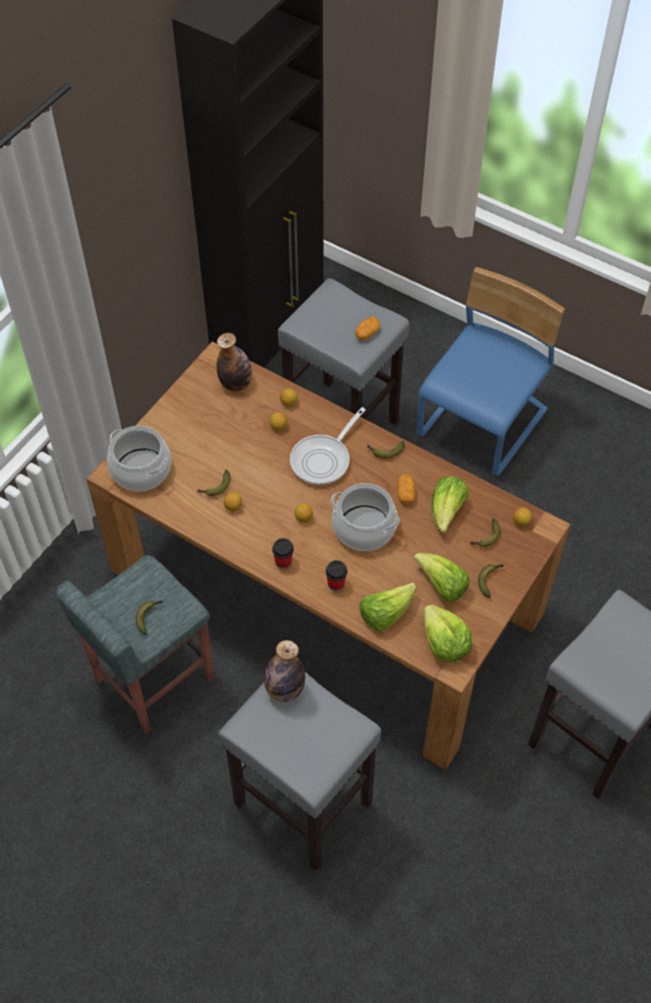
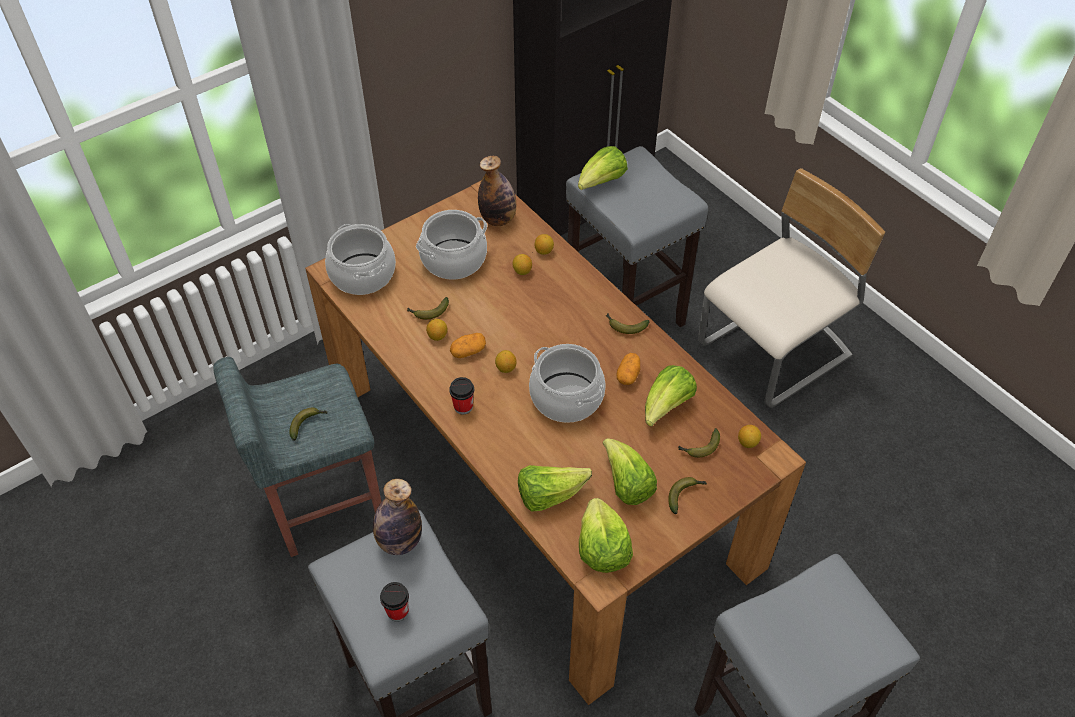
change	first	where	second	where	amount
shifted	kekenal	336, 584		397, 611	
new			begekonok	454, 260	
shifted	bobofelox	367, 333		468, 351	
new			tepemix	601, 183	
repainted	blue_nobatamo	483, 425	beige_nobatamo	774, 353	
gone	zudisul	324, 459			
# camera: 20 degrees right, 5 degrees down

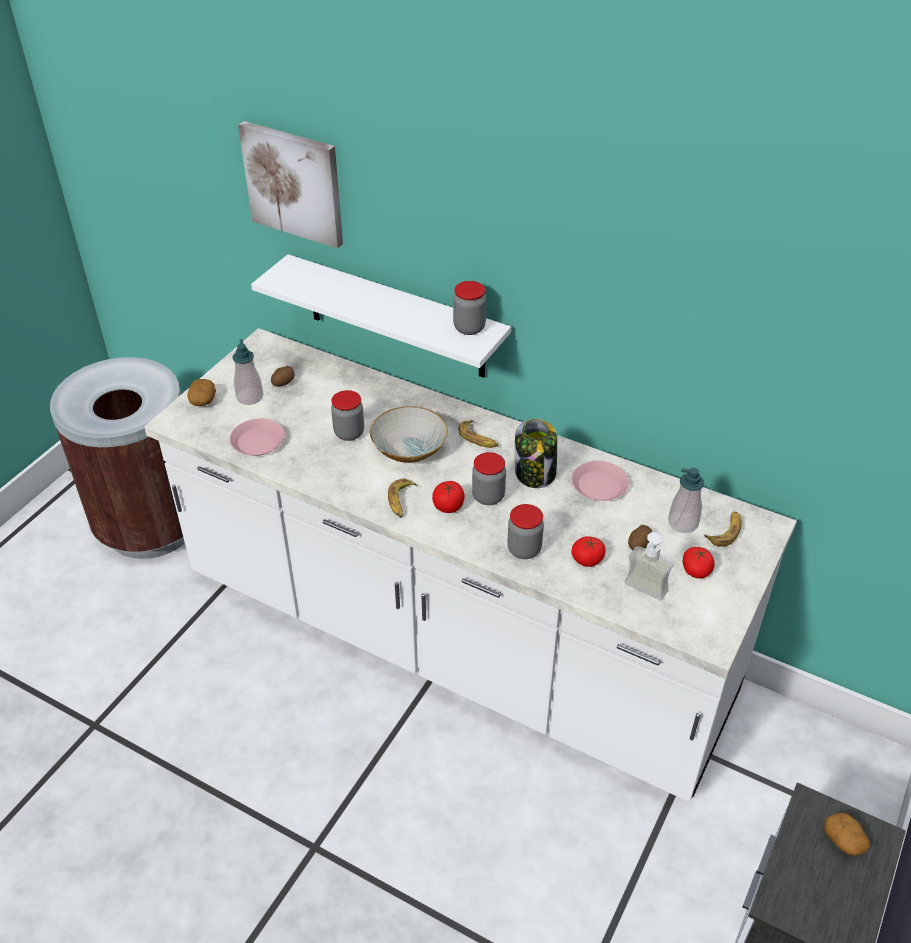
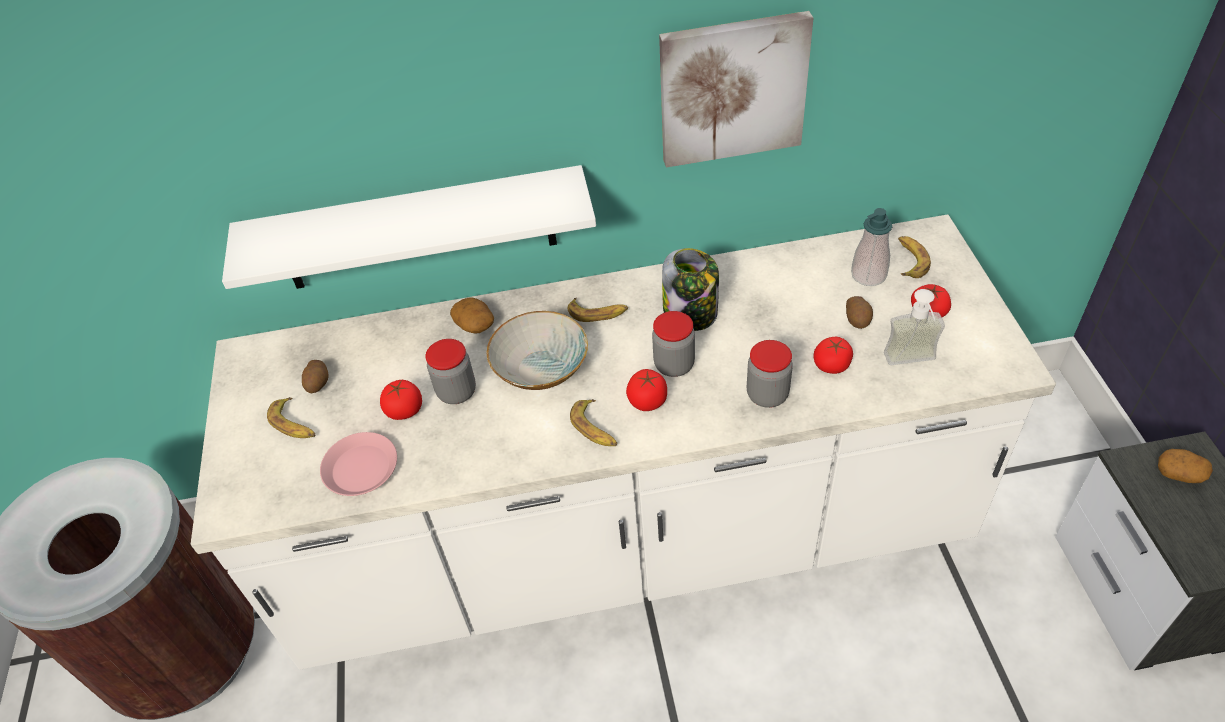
change	first	where	second	where	amount
swapped	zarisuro	250, 397	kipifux	294, 424	
new			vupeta	404, 410	
shifted	bobofelox	203, 400		475, 325	
shifted	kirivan	294, 183		732, 89	
gone	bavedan	469, 328			
gone	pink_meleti	599, 486			
# camera: 35 degrees left, 5 degrees up

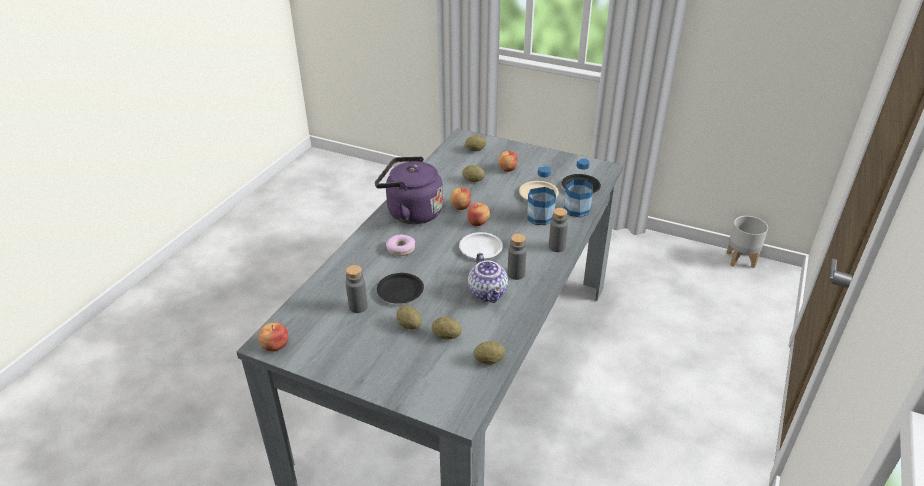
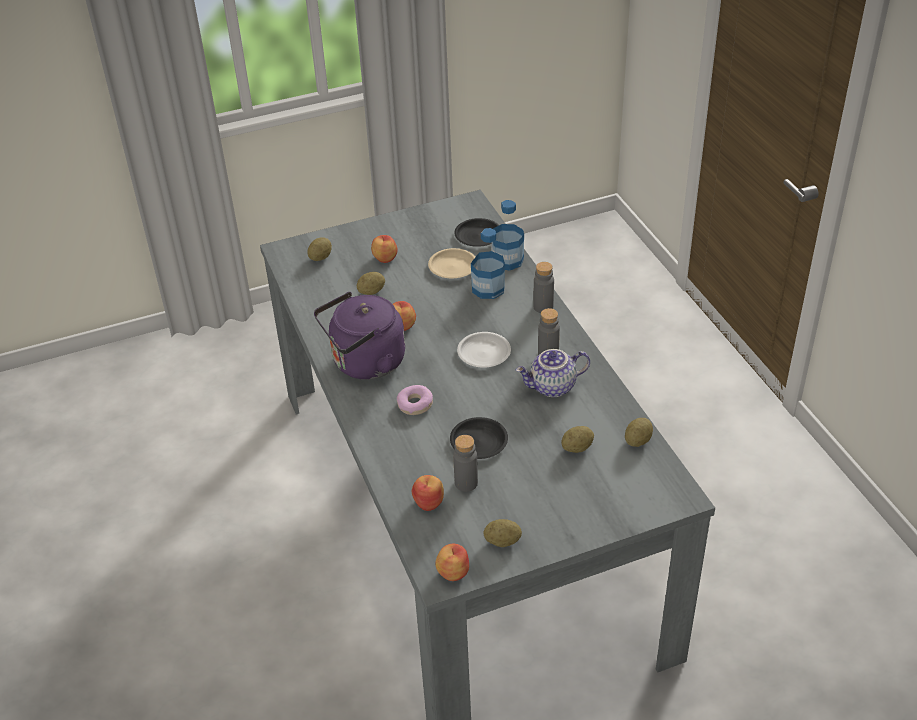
change	first	where	second	where	amount
shifted	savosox	478, 222		429, 502	
shifted	bobofelox	409, 325		502, 541	
rotated	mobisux	488, 293		552, 387	135 degrees clockwise
gone	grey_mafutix	741, 259			
# camera: 45 degrees left, 5 degrees up

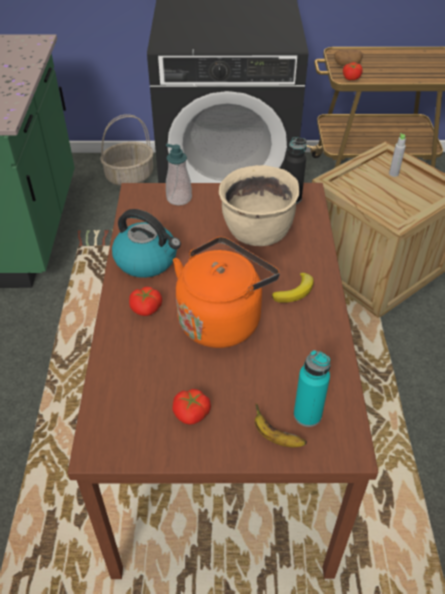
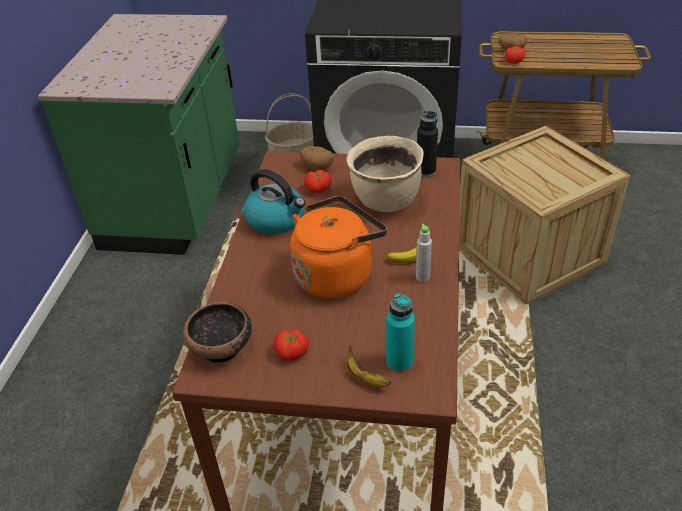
change	first	where	second	where	amount
new			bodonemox	222, 348	
swapped	zarisuro	179, 198	bobofelox	317, 167	
shifted	vupeta	146, 309		318, 189	
shifted	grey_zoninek	393, 174		422, 277	
# camera: 10 degrees right, 5 degrees down

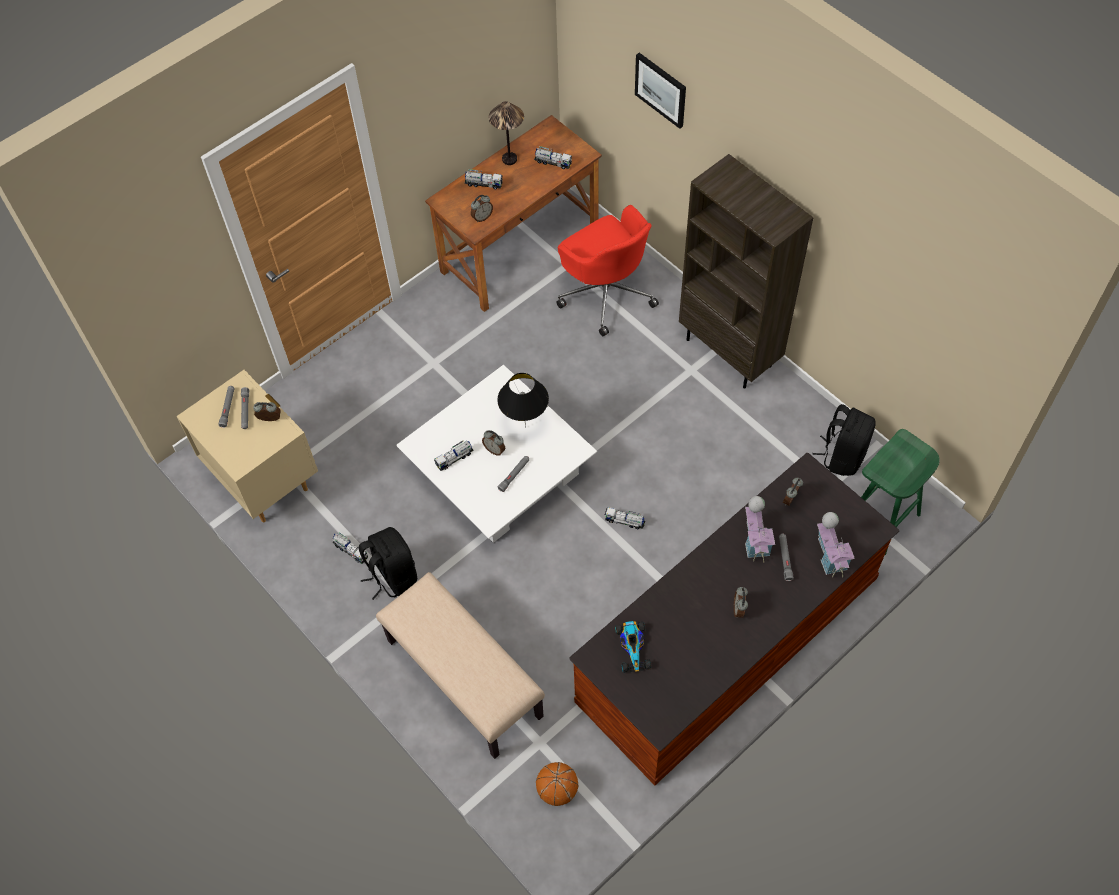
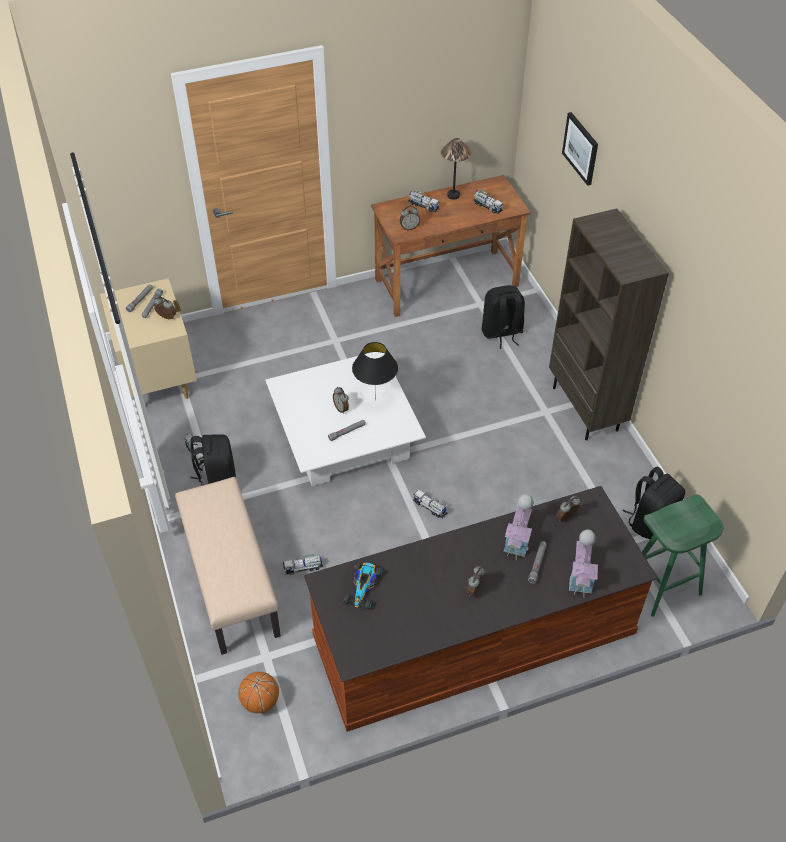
change	first	where	second	where	amount
shifted	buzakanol	454, 459		303, 568	
swapped	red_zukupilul	606, 292	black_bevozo	501, 333	
# camera: 20 degrees right, 10 degrees down

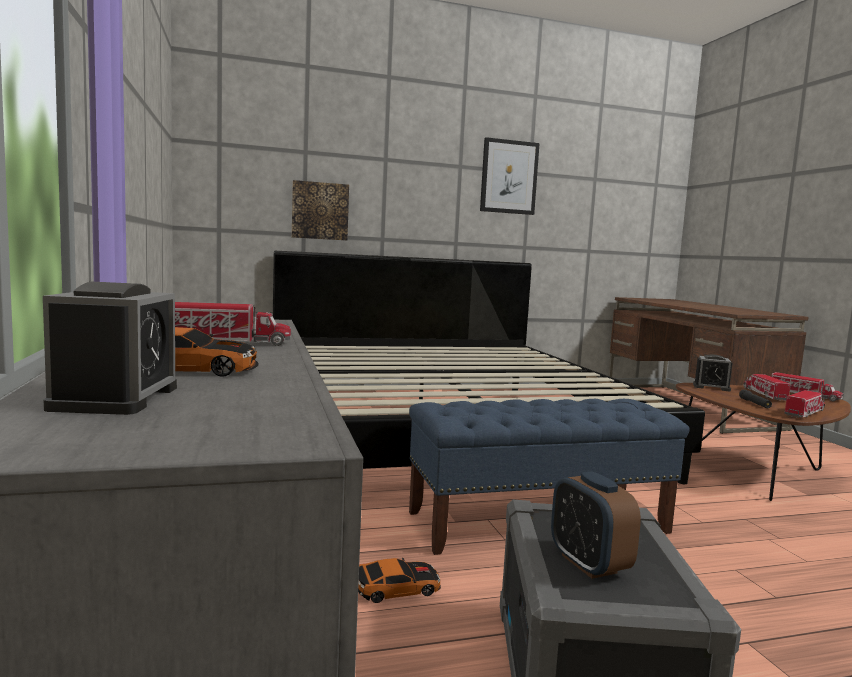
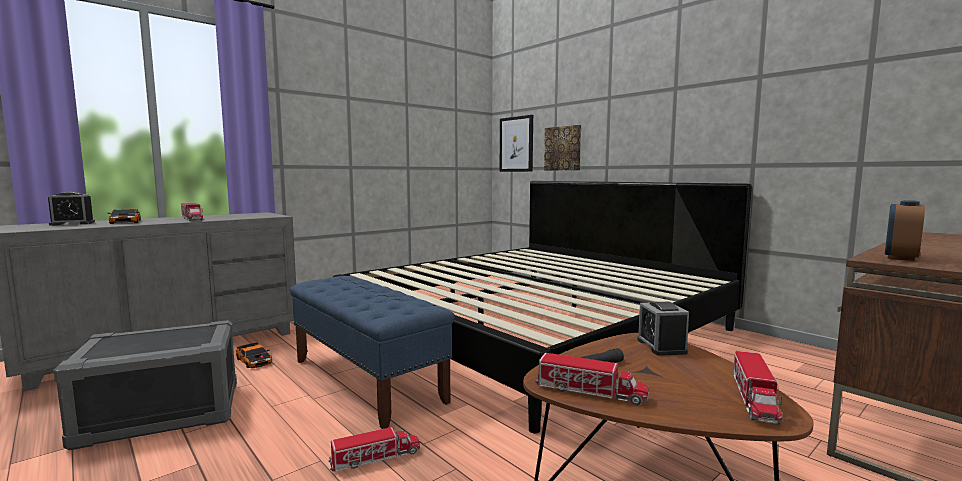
change	first	where	second	where	amount
shifted	buzakanol	764, 394		375, 458	
shifted	kirivan	509, 177		516, 144	
shifted	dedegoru	588, 564		900, 257	
# camera: 65 degrees right, 0 degrees up

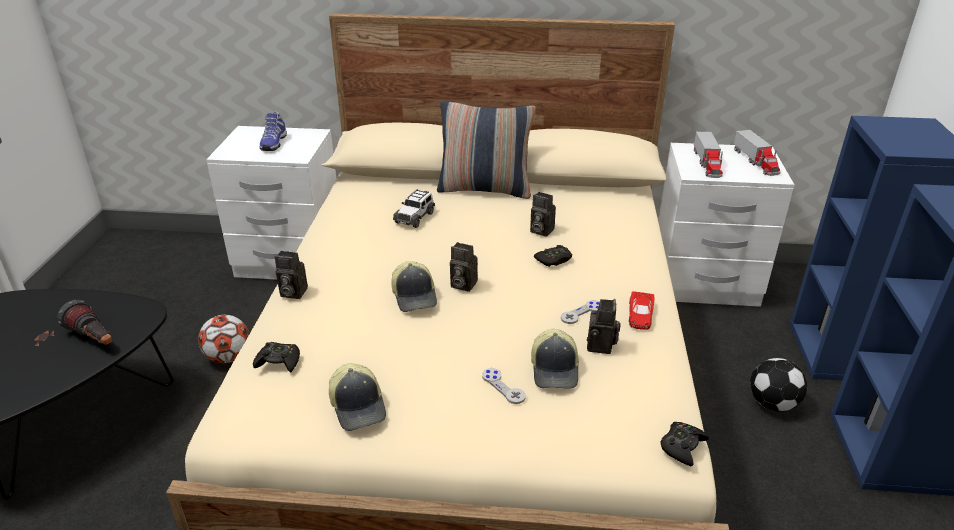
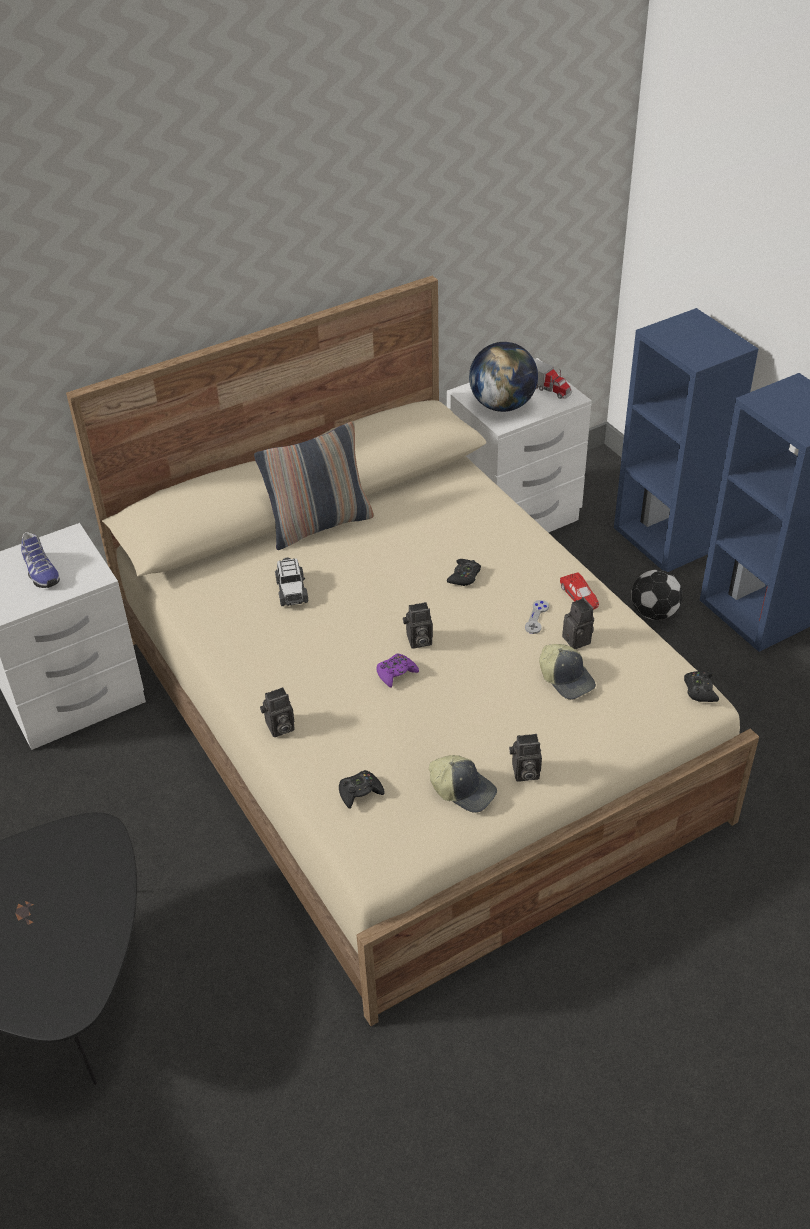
change	first	where	second	where	amount
swapped	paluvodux	415, 296	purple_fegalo	396, 673	
swapped	buzakanol	707, 163	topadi	502, 405	
shifted	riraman	540, 230		524, 773	
gone	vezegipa	94, 339			
gone	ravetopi	228, 357			
gone	grey_fegalo	503, 387			
# camera: 35 degrees left, 10 degrees up

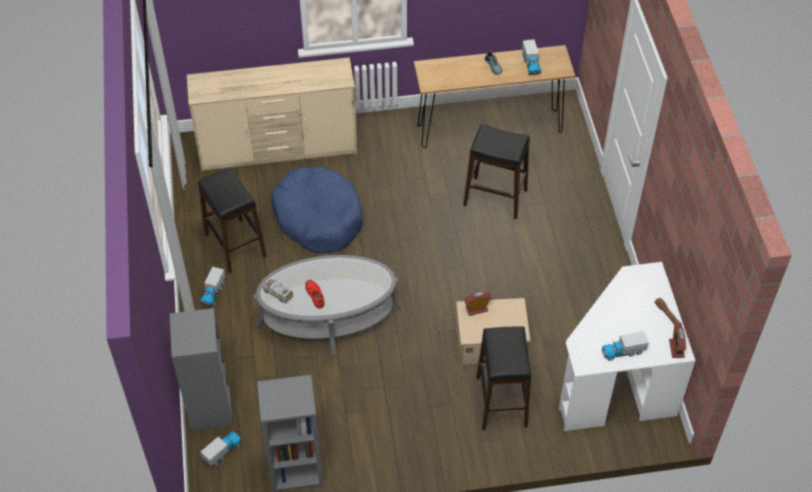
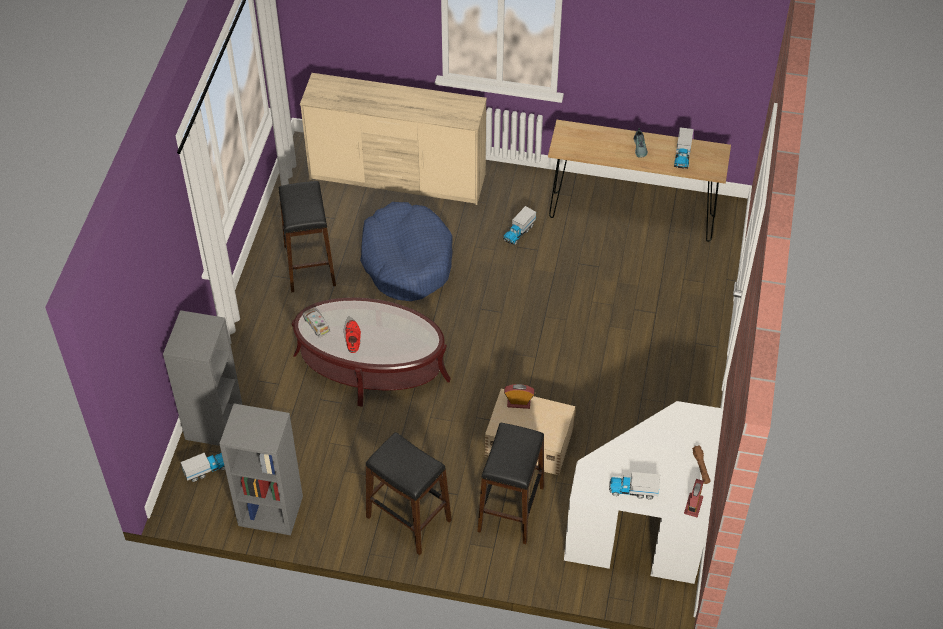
change	first	where	second	where	amount
repainted	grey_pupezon	328, 317	brown_pupezon	371, 367	
shifted	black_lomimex	495, 197		409, 519	
shifted	buzakanol	213, 292		518, 232	
# camera: 20 degrees right, 0 degrees up

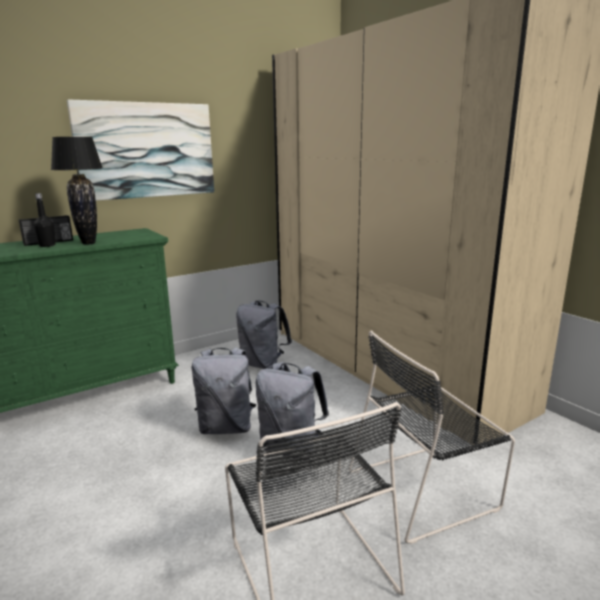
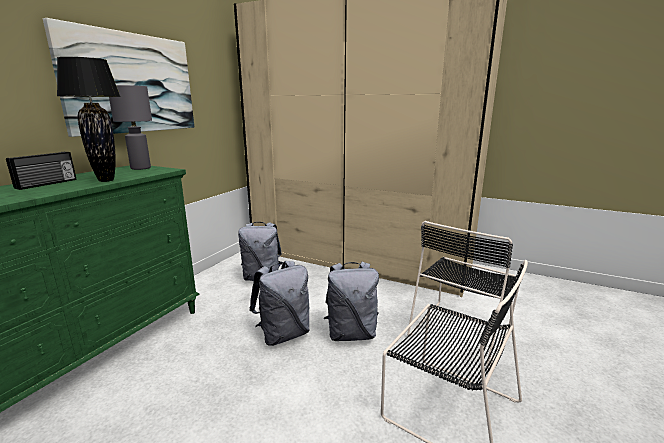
change	first	where	second	where	amount
new			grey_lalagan	141, 168	
gone	black_zoninek	47, 245			
# camera: 30 degrees left, 0 degrees up

